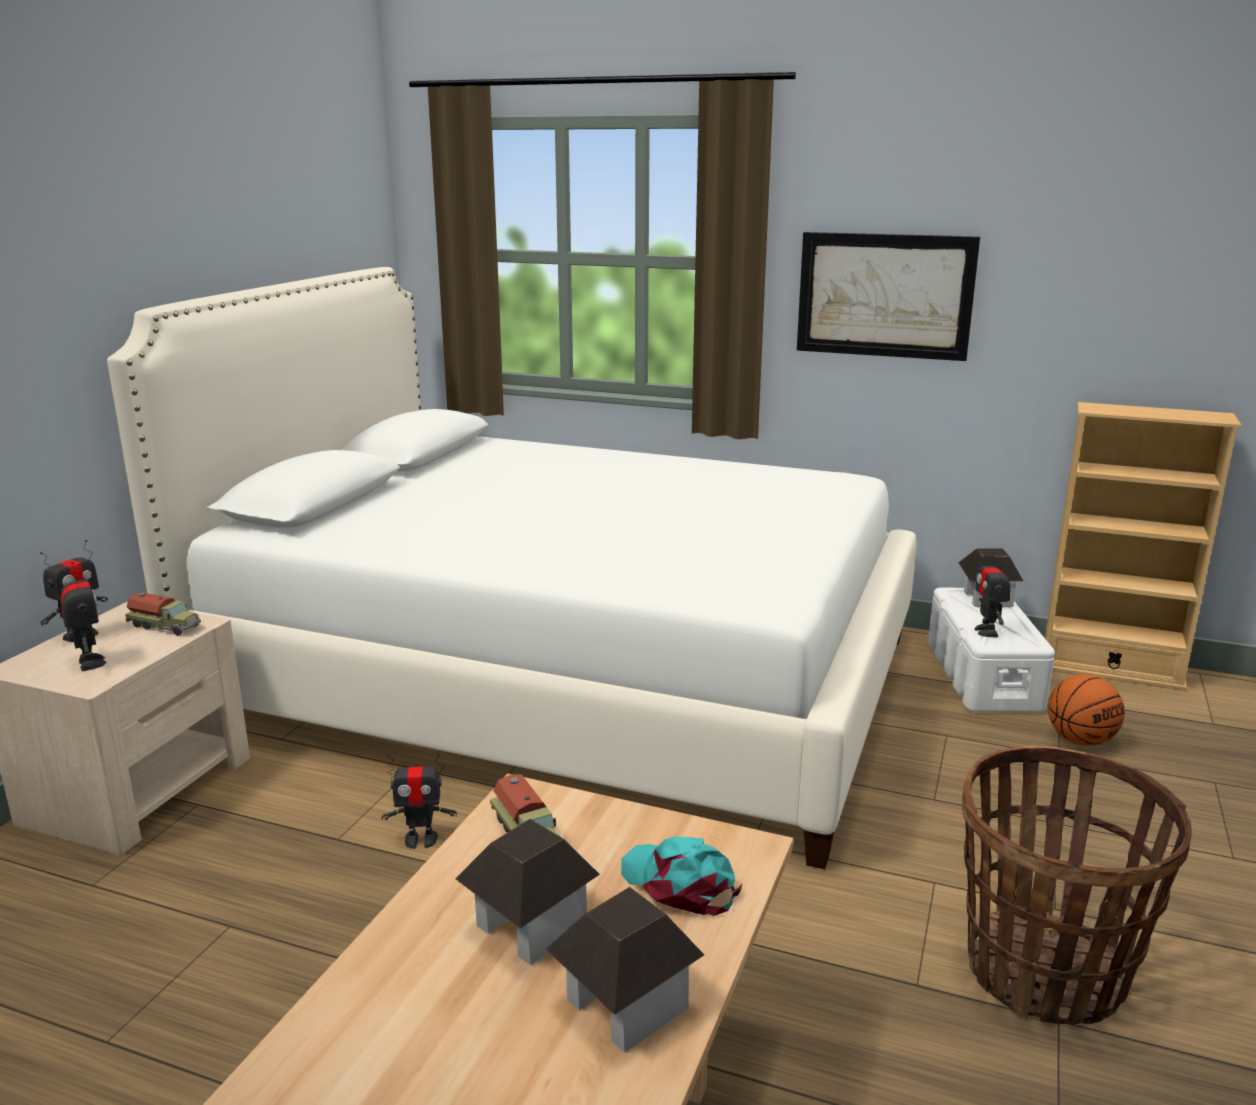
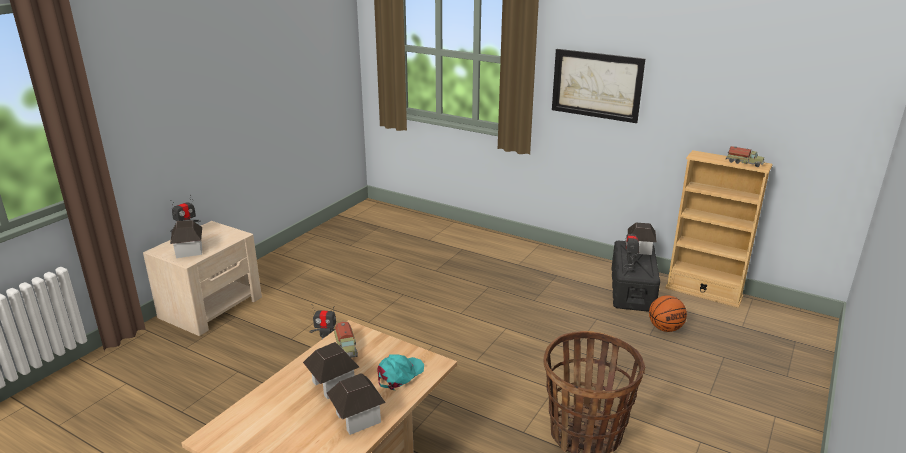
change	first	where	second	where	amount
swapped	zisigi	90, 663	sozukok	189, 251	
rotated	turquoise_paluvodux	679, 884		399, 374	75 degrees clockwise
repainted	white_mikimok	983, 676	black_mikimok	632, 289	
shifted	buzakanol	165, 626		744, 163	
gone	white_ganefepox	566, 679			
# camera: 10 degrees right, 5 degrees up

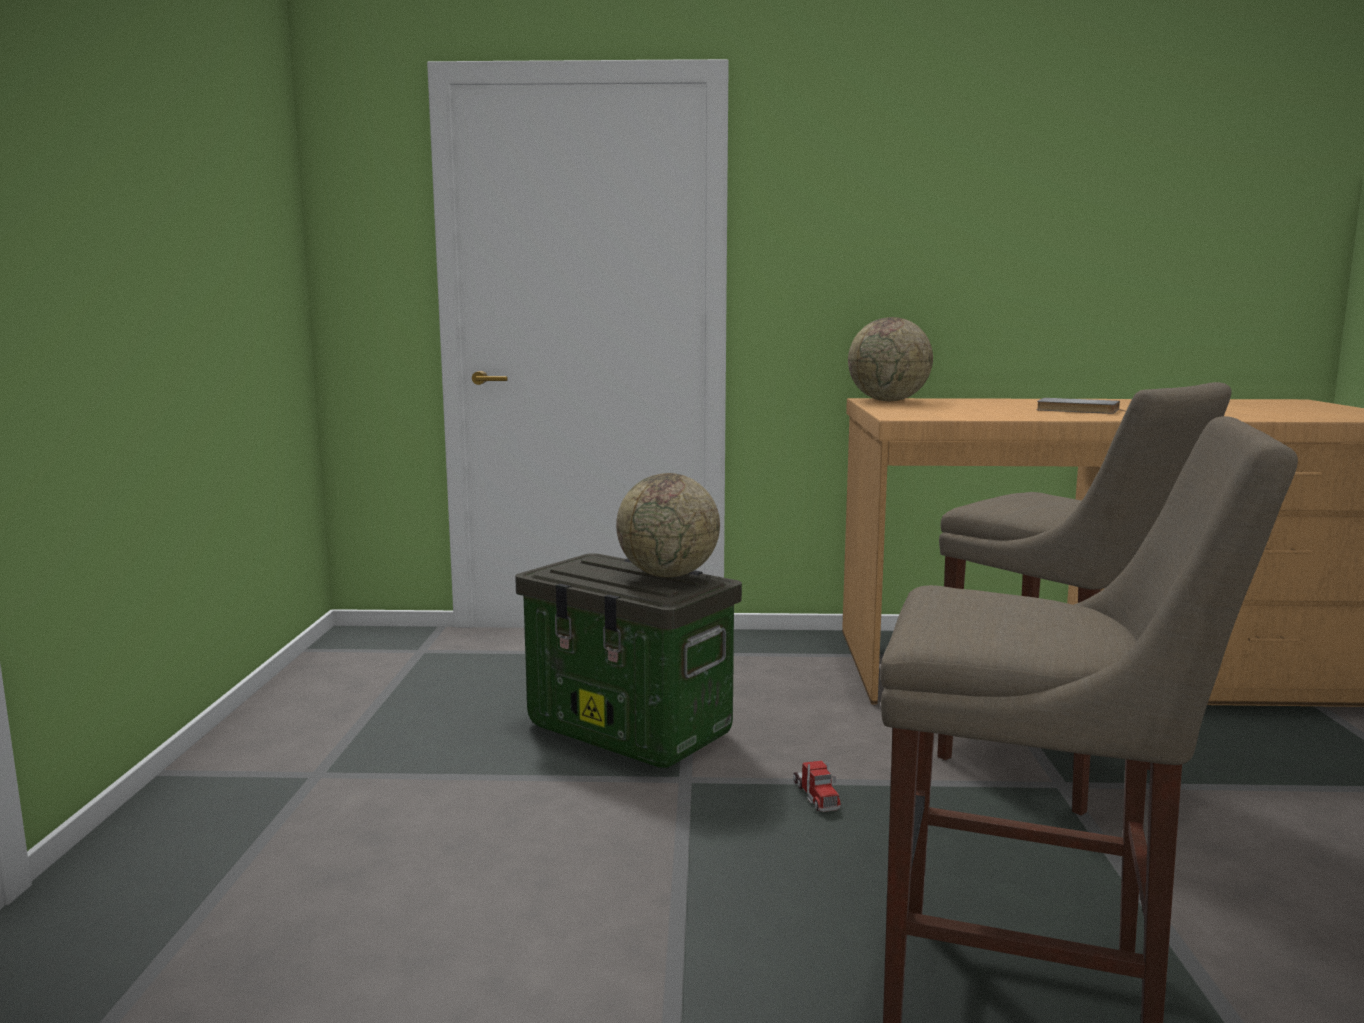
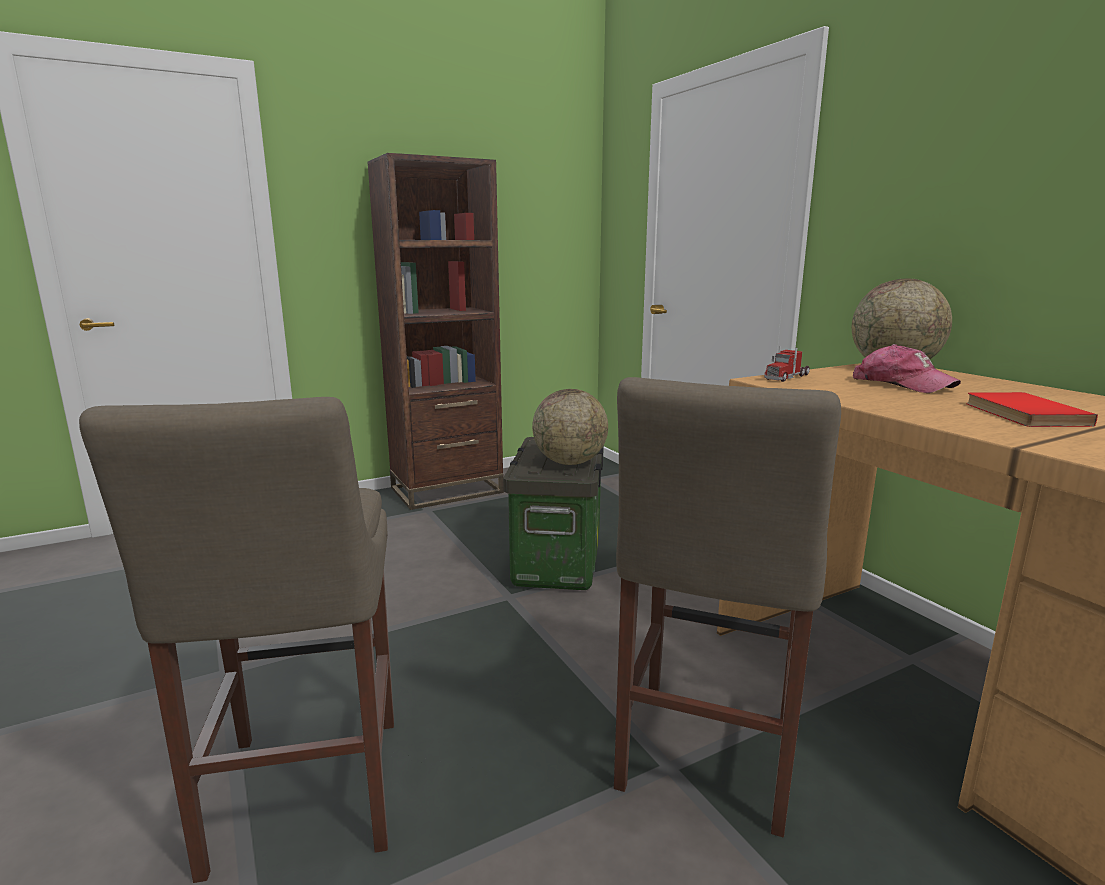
change	first	where	second	where	amount
new			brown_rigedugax	447, 490	
shifted	buzakanol	815, 795		787, 377	
new			paluvodux	901, 384	
repainted	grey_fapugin	1077, 410	red_fapugin	1021, 414	
# camera: 60 degrees right, 5 degrees up

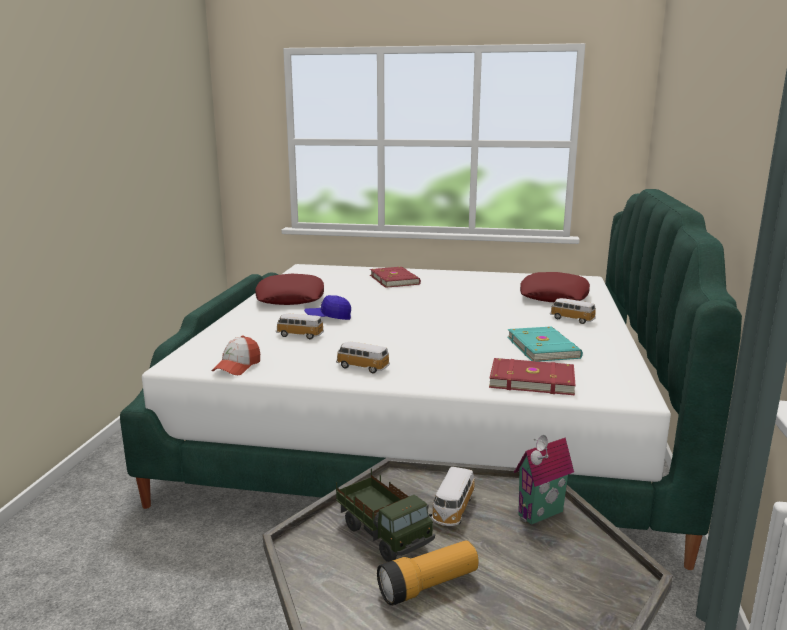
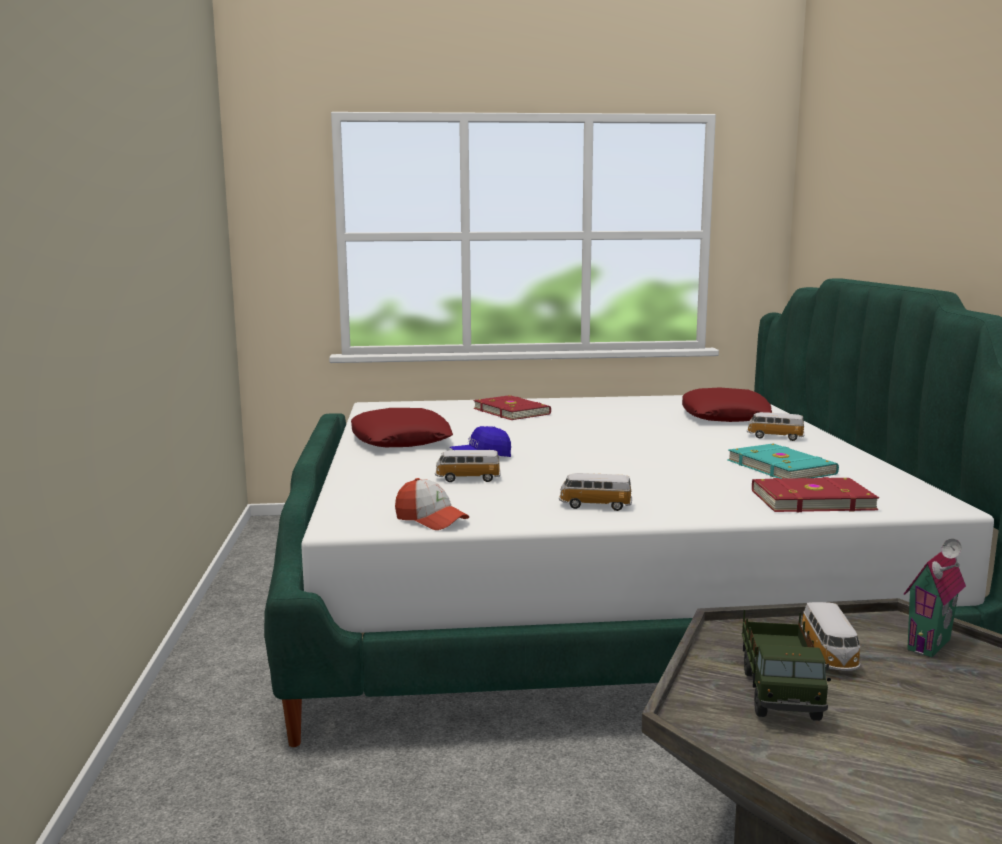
change	first	where	second	where	amount
rotated	paluvodux	237, 367		431, 520	60 degrees counterclockwise
rotated	buzakanol	384, 534		780, 692	60 degrees clockwise
gone	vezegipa	428, 586			
# camera: 15 degrees left, 5 degrees down

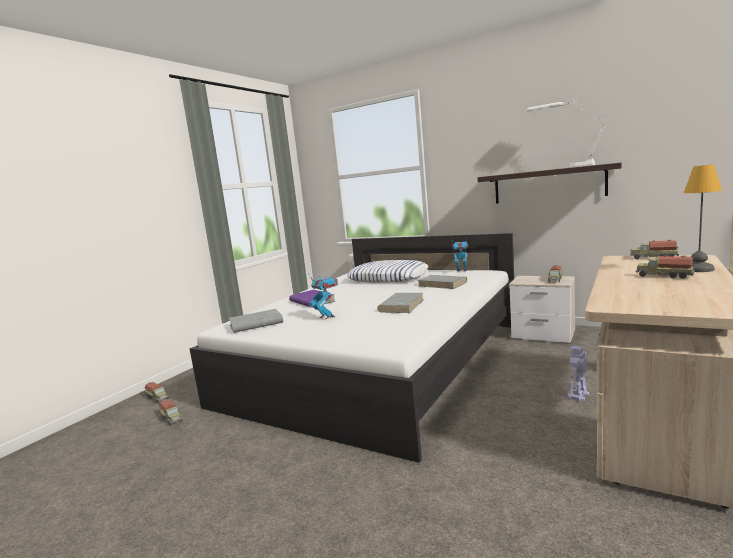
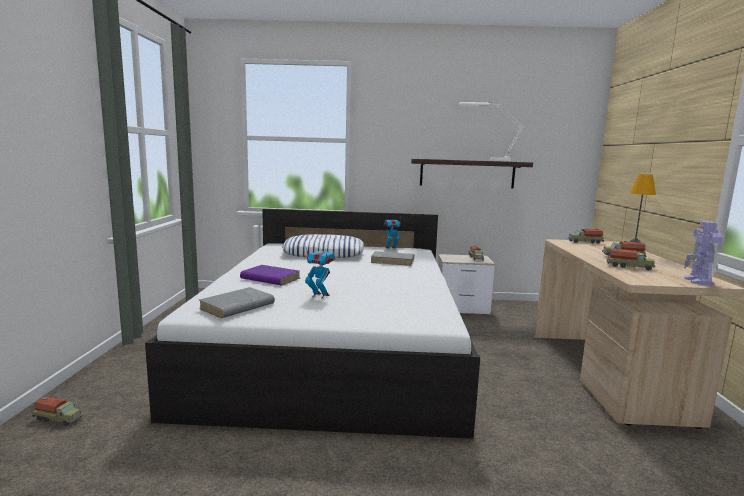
change	first	where	second	where	amount
shifted	buzakanol	171, 418		629, 267	
shifted	zisigi	578, 395		699, 282	
gone	grey_fapugin	401, 305			
# camera: 30 degrees left, 0 degrees up

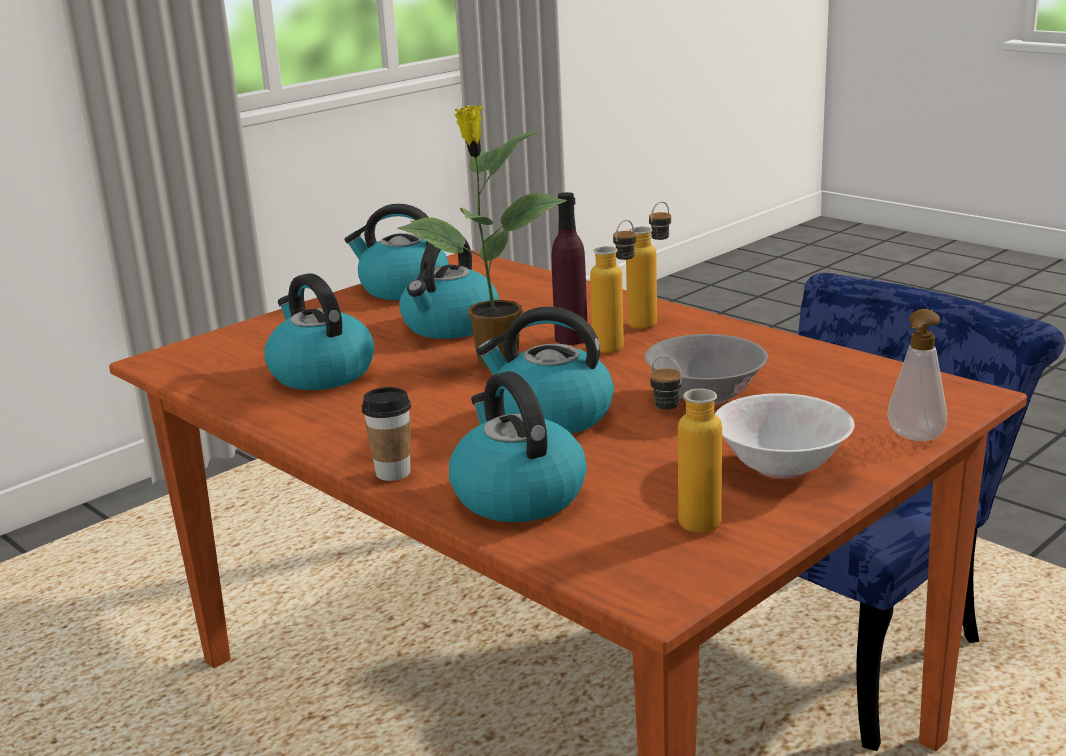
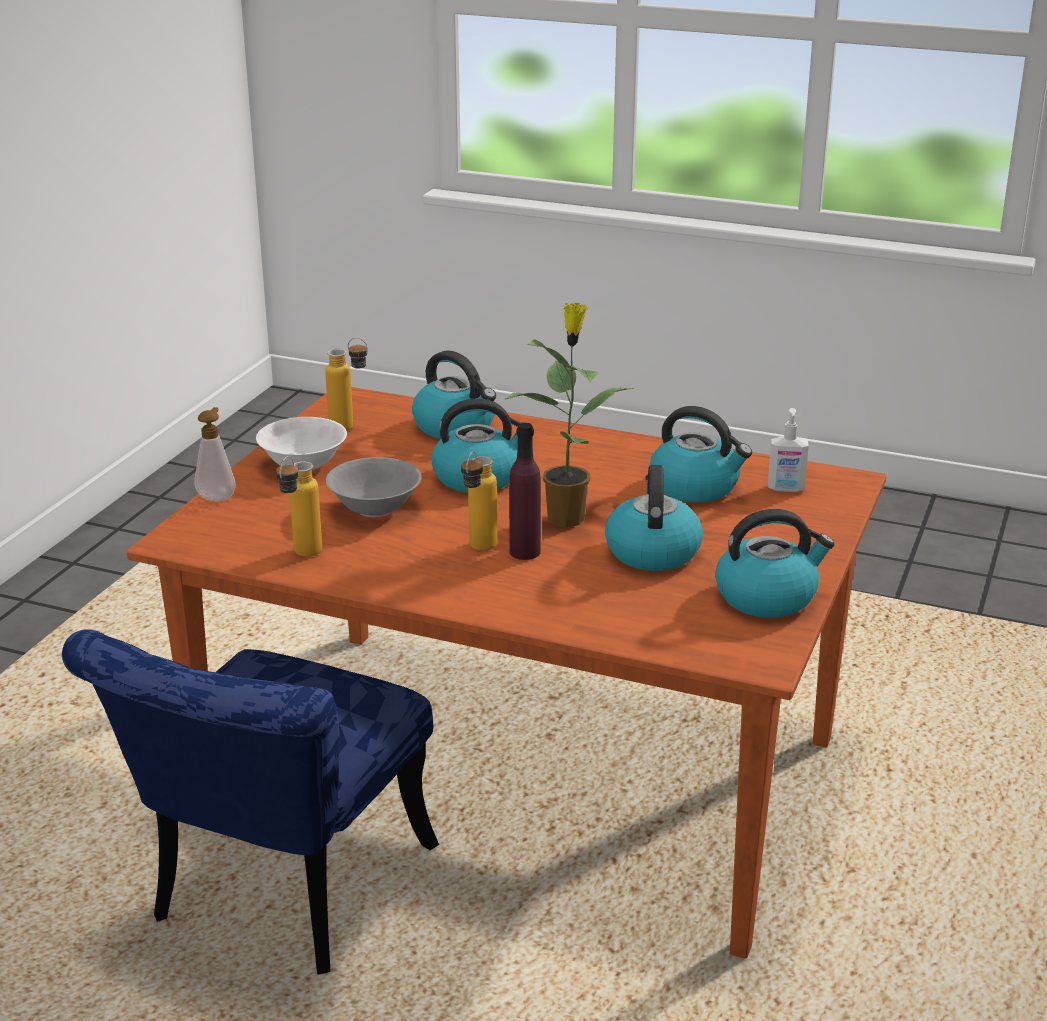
change	first	where	second	where	amount
shifted	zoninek	651, 321		301, 556	
new			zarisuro	785, 489	
gone	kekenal	393, 473			
# camera: 155 degrees right, 5 degrees up

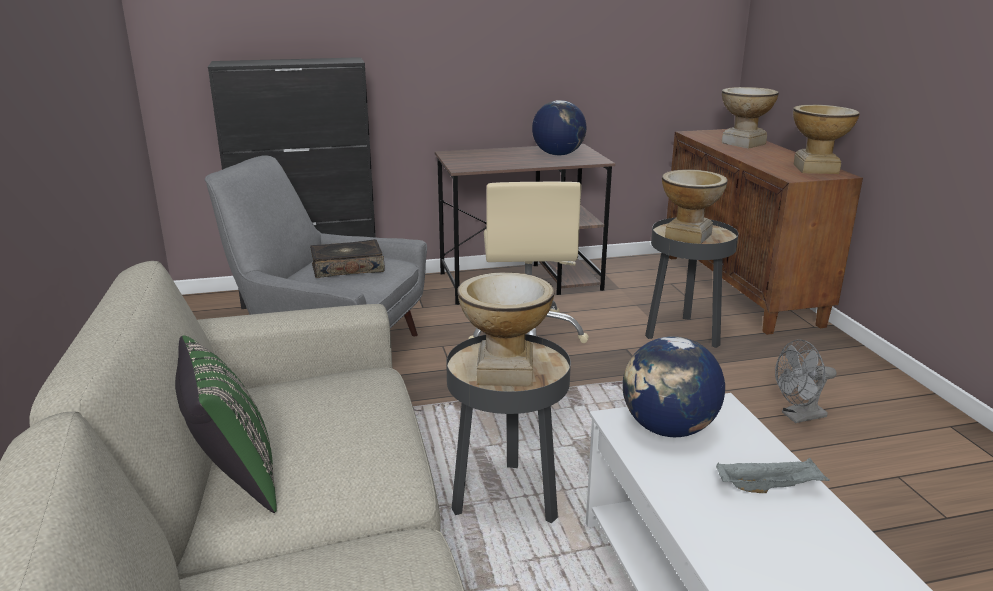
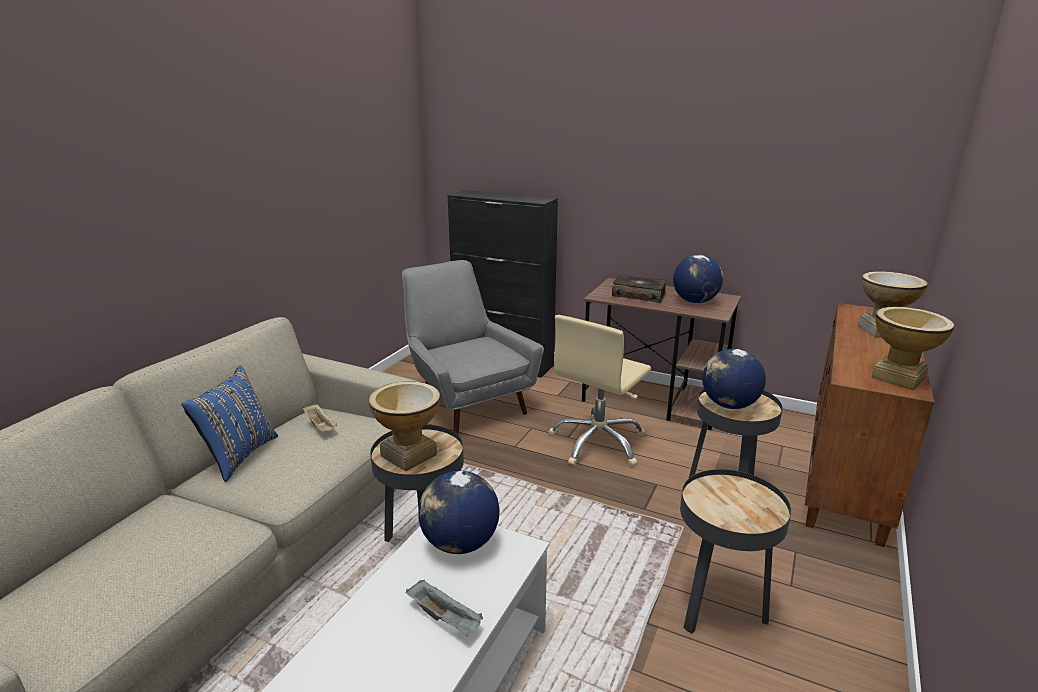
change	first	where	second	where	amount
repainted	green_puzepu	233, 479	blue_puzepu	239, 456	
new			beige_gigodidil	321, 426	
shifted	fapugin	347, 268		639, 295	
swapped	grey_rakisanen	798, 416	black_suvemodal	718, 607	
swapped	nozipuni	688, 236	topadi	729, 405	
# camera: 40 degrees right, 0 degrees up

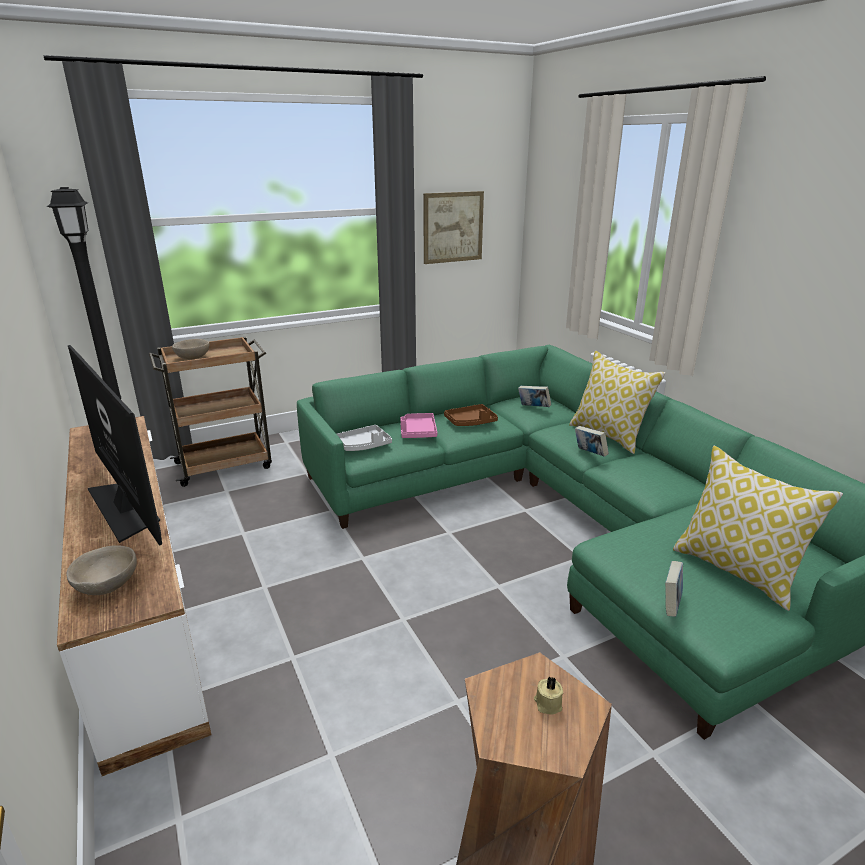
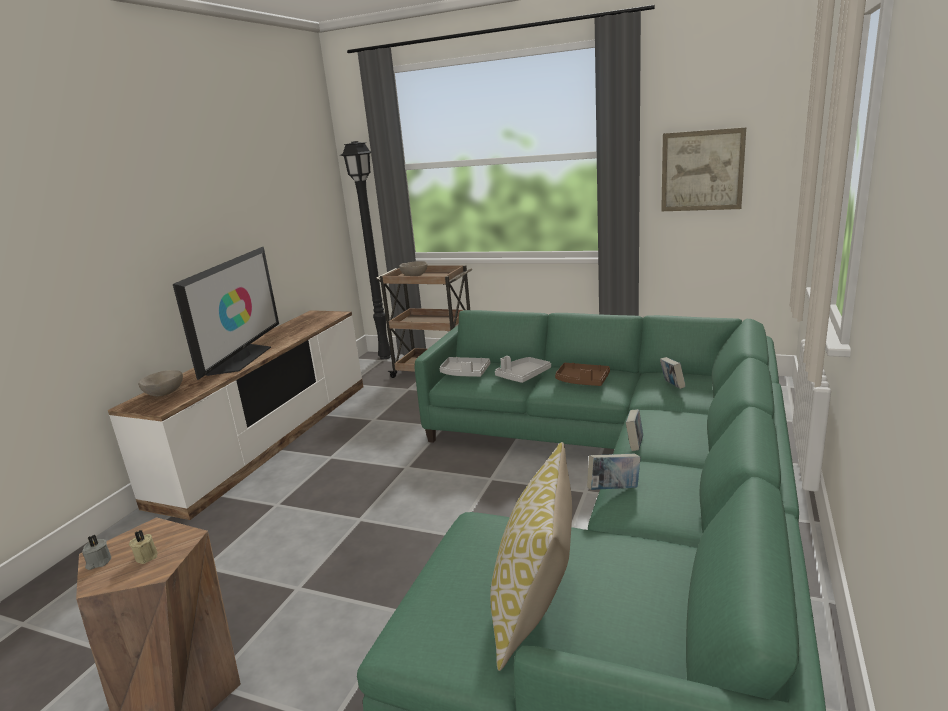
change	first	where	second	where	amount
new			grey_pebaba	98, 562	
repainted	pink_gigodidil	418, 432	grey_gigodidil	523, 376	
shifted	fapugin	670, 605		613, 489	
gone	puzepu	609, 435			
# camera: 50 degrees right, 5 degrees down

